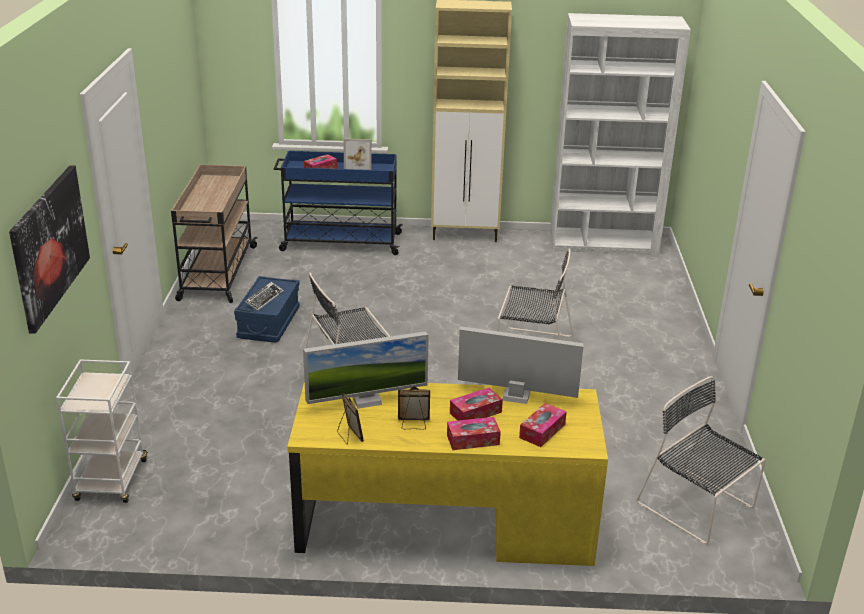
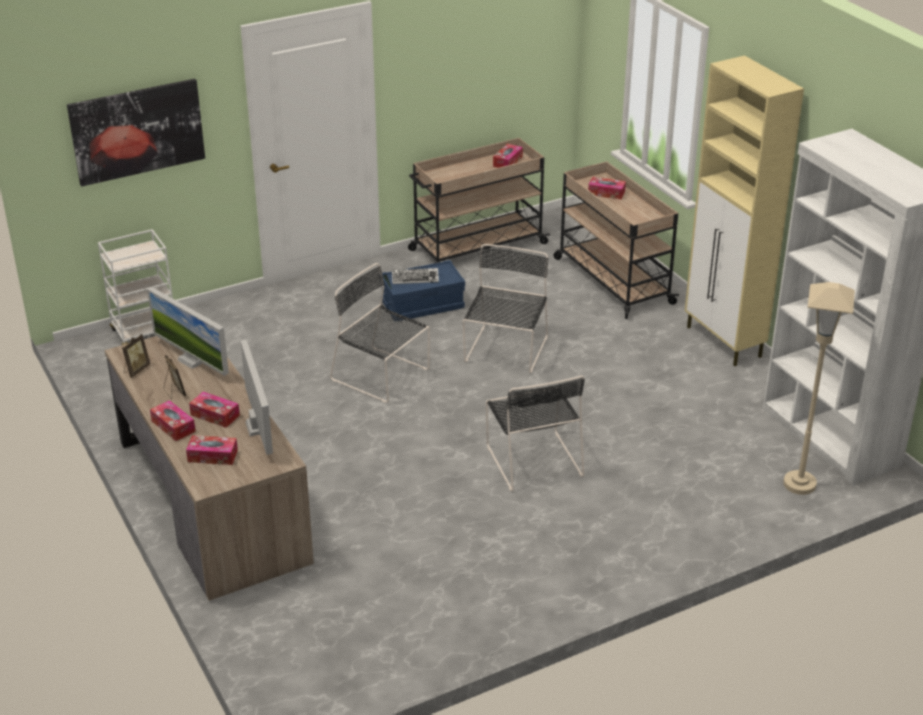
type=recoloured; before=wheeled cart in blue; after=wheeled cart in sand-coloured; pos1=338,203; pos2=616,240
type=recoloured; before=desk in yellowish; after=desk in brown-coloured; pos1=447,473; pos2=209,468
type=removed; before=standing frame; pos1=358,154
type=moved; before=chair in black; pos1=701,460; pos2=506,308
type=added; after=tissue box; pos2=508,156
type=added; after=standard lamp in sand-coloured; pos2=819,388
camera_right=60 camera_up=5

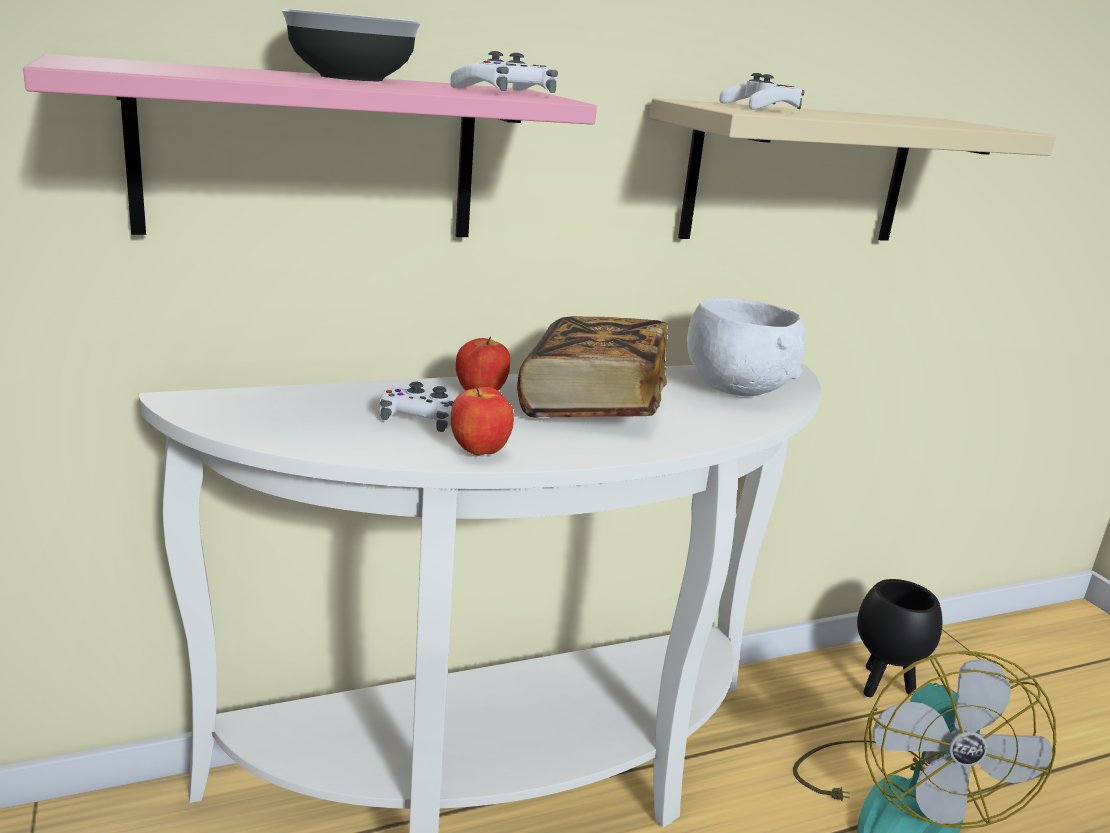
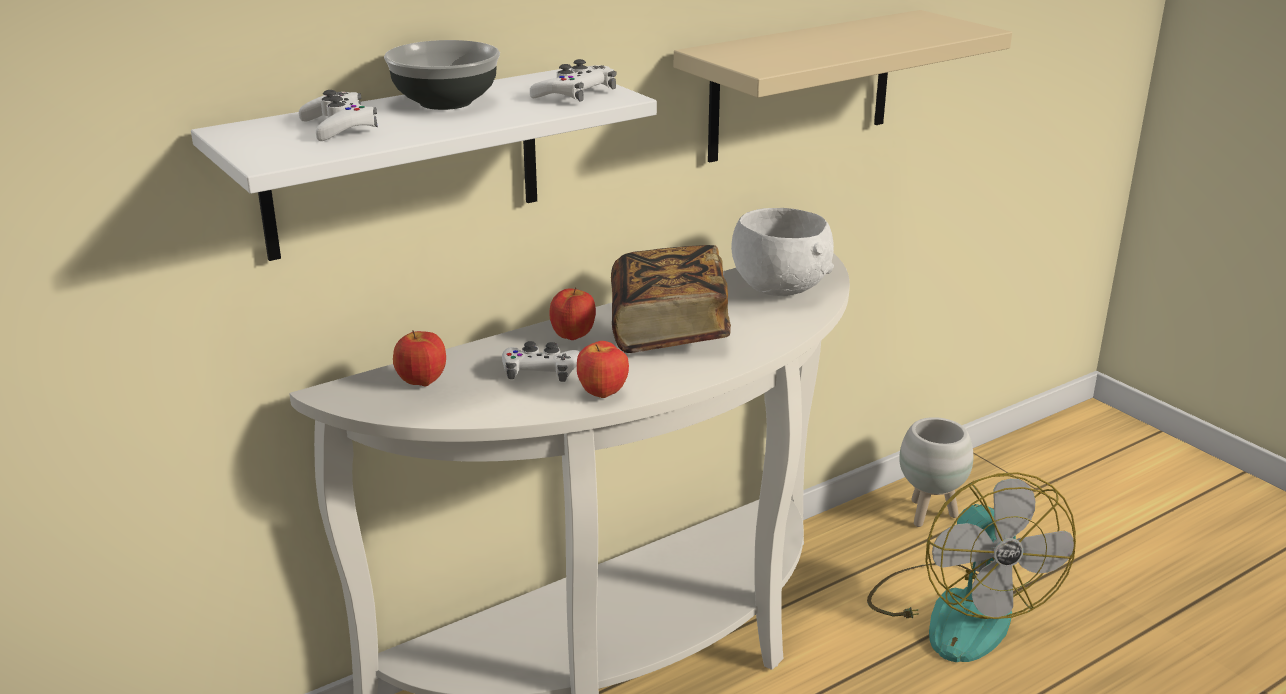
type=recoloured; before=wall shelf in pinkish; after=wall shelf in white; pos1=310,145; pos2=424,165
type=moved; before=game controller in white; pos1=761,91; pos2=338,115
type=recoloured; before=plant pot in black; after=plant pot in white; pos1=899,638; pos2=936,472
type=added; after=whole apple; pos2=419,358
camera_right=-10 camera_up=5

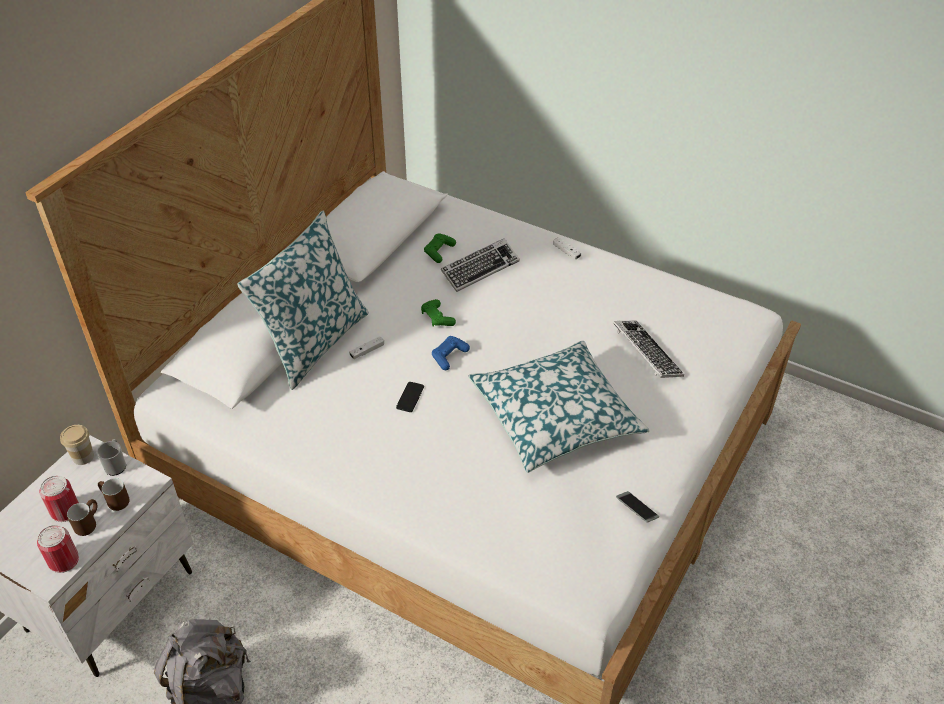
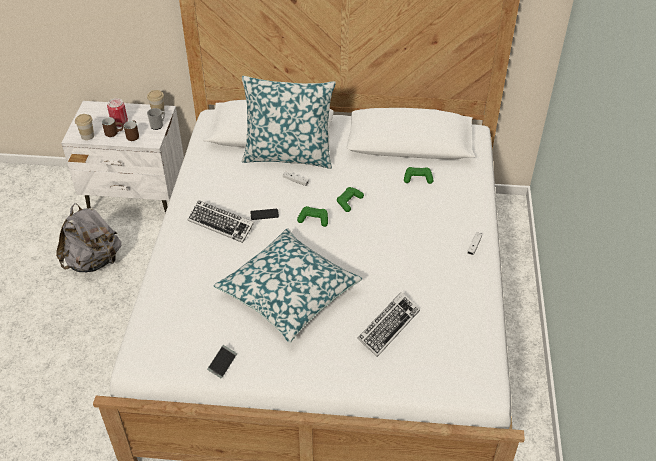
type=replaced; before=sealed can; after=small cup; pos1=58,549; pos2=84,127
type=recoloured; before=game controller in blue; after=game controller in greenish; pos1=451,353; pos2=312,216
type=moved; before=keyboard; pos1=480,265; pos2=220,221
camera_right=65 camera_up=0

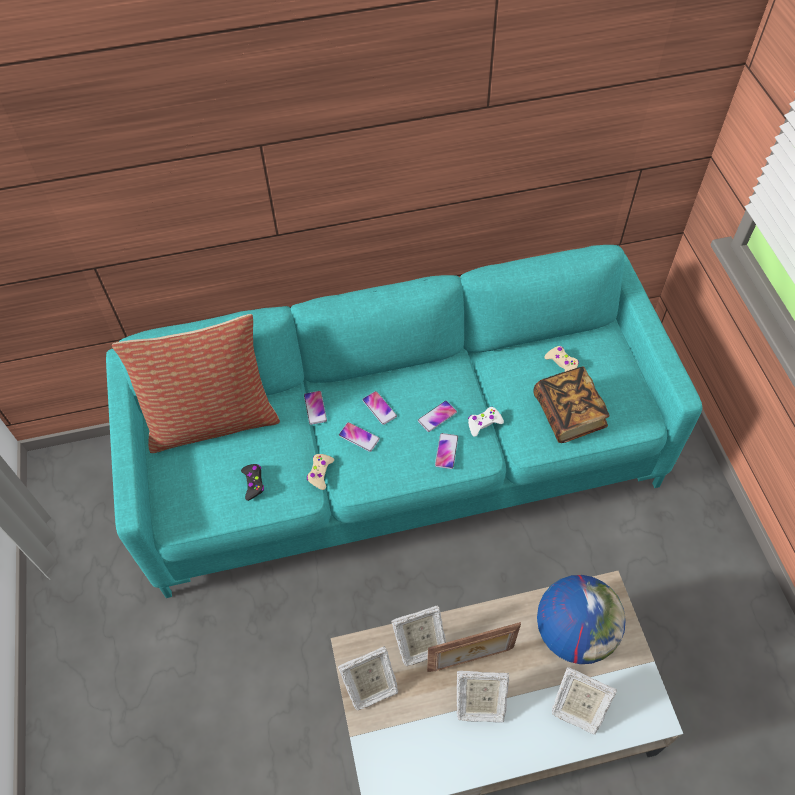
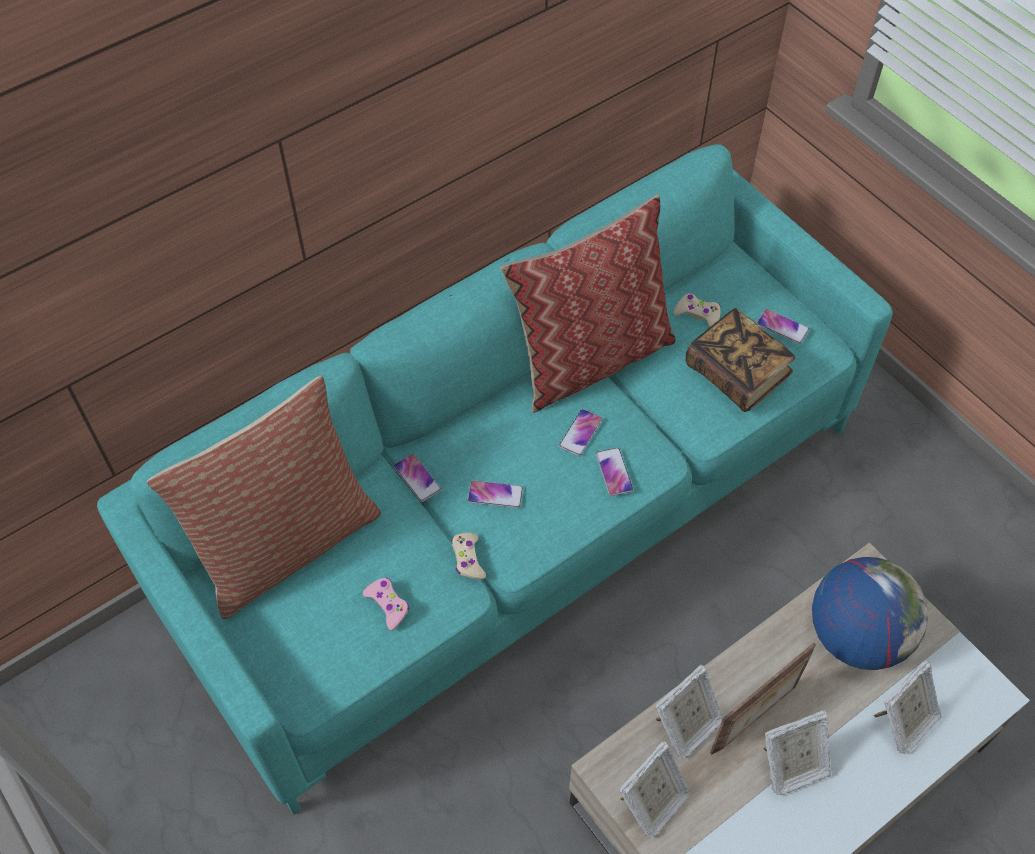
type=recoloured; before=game controller in black; after=game controller in pinkish; pos1=252,482; pos2=386,604
type=moved; before=handset; pos1=379,408; pos2=783,326
type=removed; before=game controller in white; pos1=486,422
type=turned; before=standing frame; pos1=584,701; pos2=907,707; turn=-45
type=added; after=cushion; pos2=588,303
camera_right=-25 camera_up=0

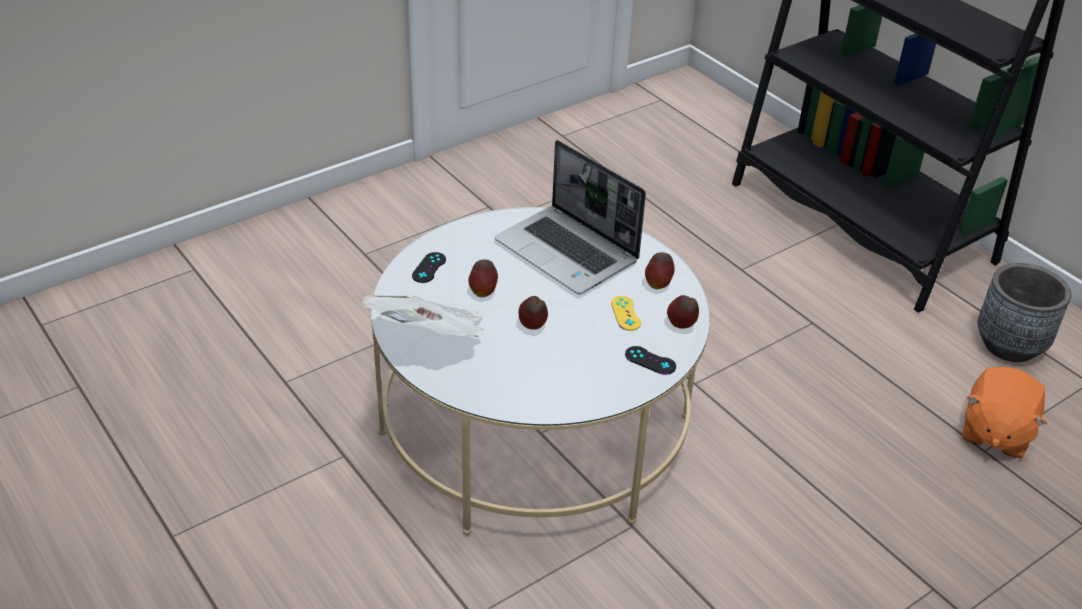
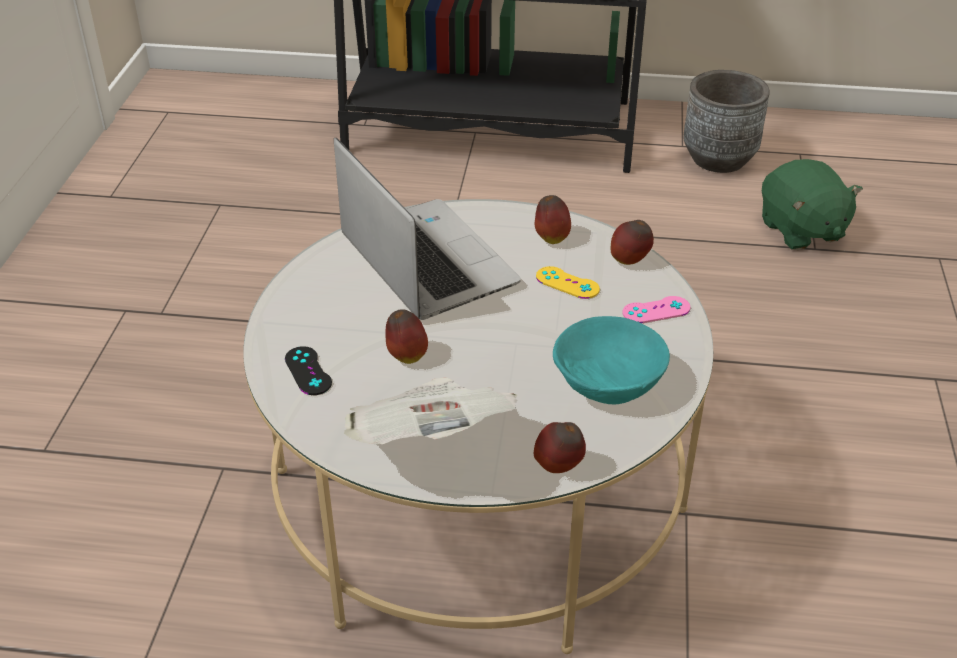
type=turned; before=notebook computer; pos1=570,217; pos2=427,229; turn=-120
type=moved; before=whole apple; pos1=533,313; pos2=560,447
type=recoloured; before=game controller in black; after=game controller in pinkish; pos1=650,360; pos2=656,309
type=recoloured; before=plush toy in orangey; after=plush toy in greenish; pos1=1004,412; pos2=812,204
type=added; after=bowl in turquoise-coloured; pos2=611,360
camera_right=-45 camera_up=0

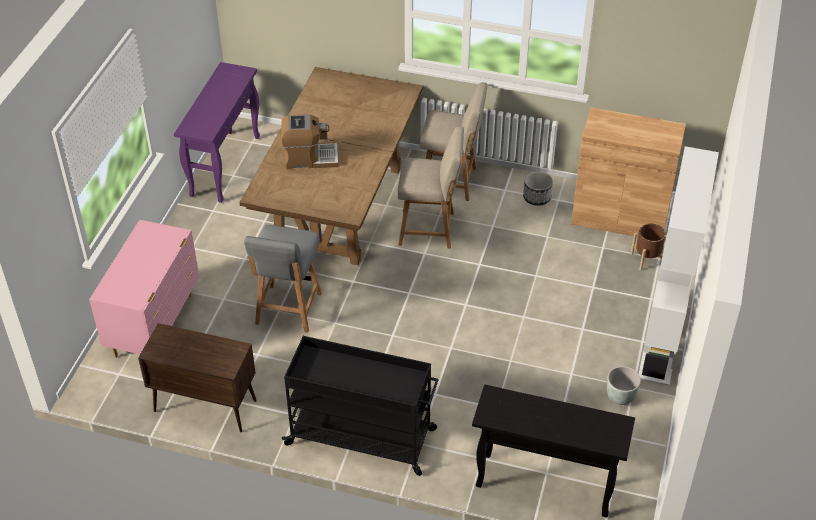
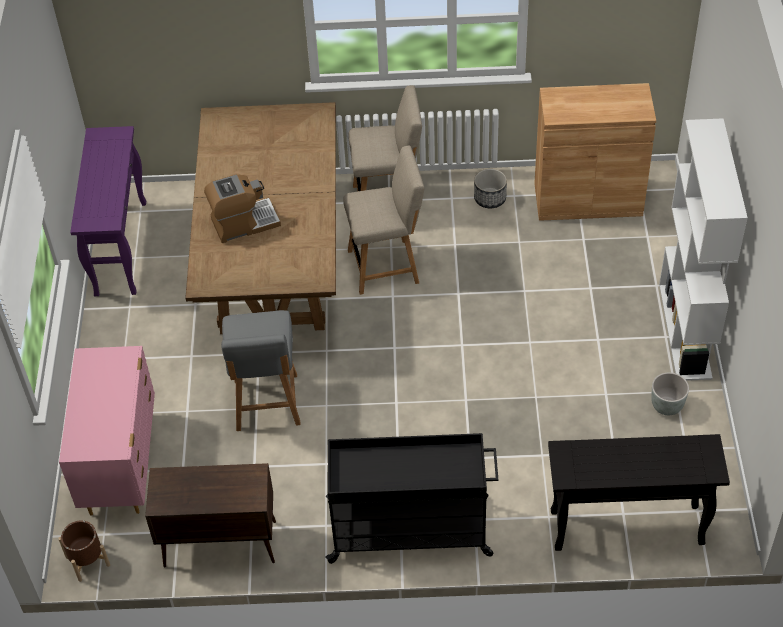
type=moved; before=plant pot in brown-coloured; pos1=648,247; pos2=84,551
camera_right=-15 camera_up=5

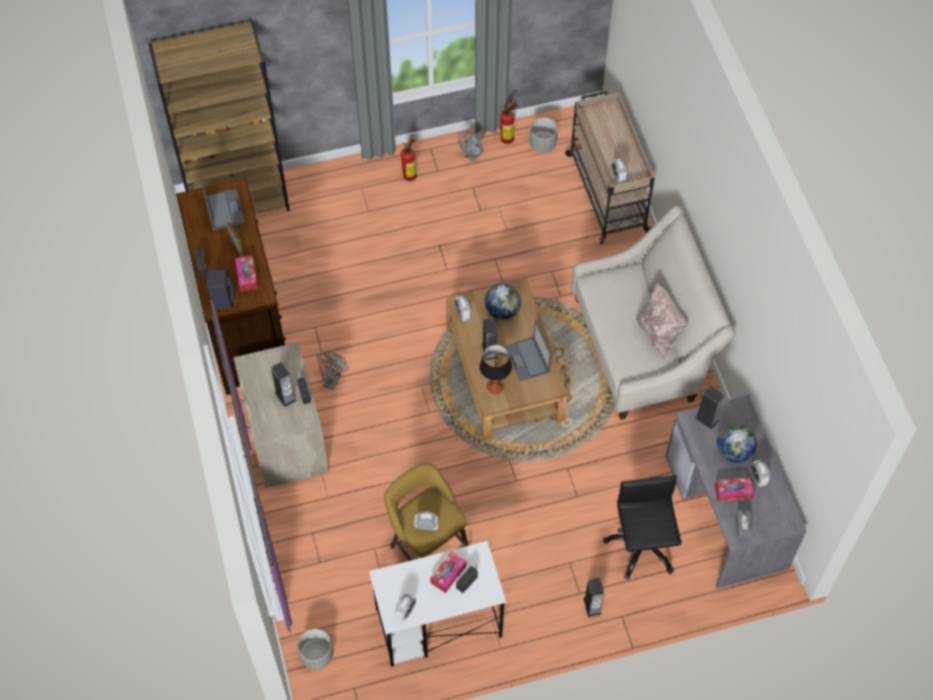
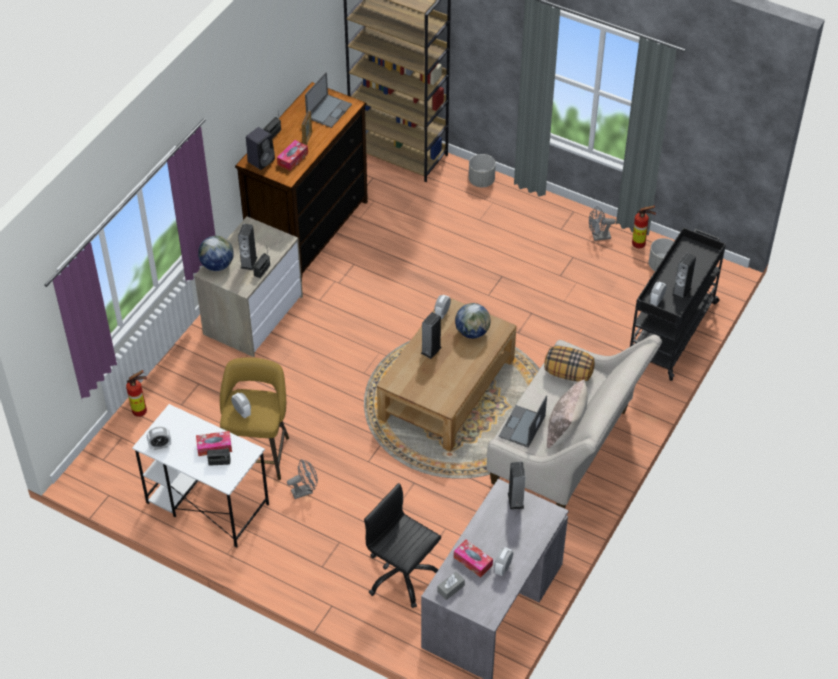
type=moved; before=plant pot in greyish; pos1=315,649; pos2=482,170
type=moved; before=cooling fan in greyish; pos1=334,371; pos2=302,479
type=moved; before=fire-fighting cylinder; pos1=409,158; pos2=136,393
type=removed; before=tabletop lamp; pos1=496,369
type=moved; before=notebook computer; pos1=528,350; pos2=522,421
type=recoloured; before=wheeled cart in sand-coloured; after=wheeled cart in black; pos1=610,167; pos2=678,304
type=moved; before=loudspeaker; pos1=593,597; pos2=684,276
type=turned; before=computer chair in black; pos1=642,527; pos2=402,545; turn=-90
type=moved; before=globe; pos1=737,443; pos2=216,253
type=added; after=cushion; pos2=569,364
camera_right=45 camera_up=-10

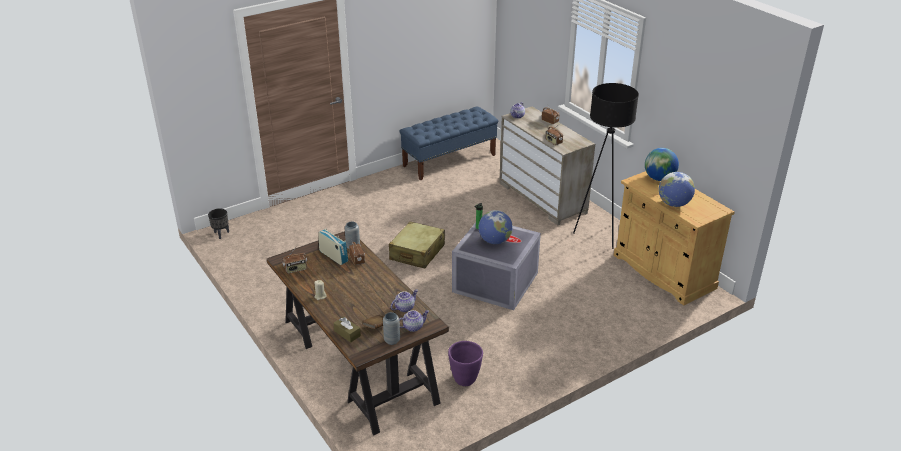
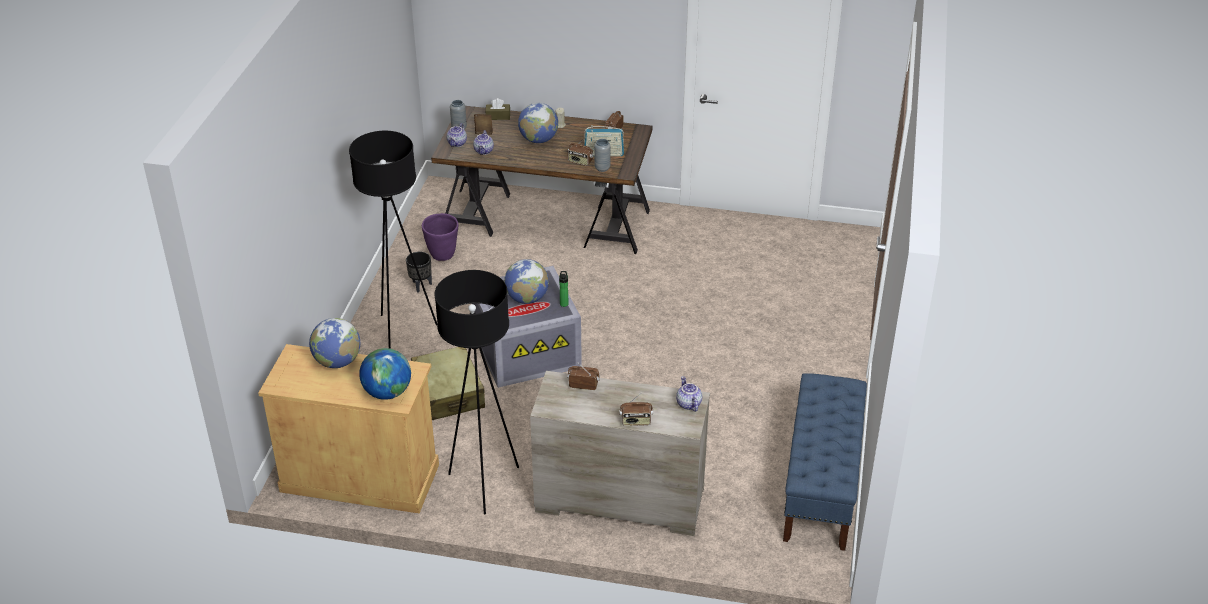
type=moved; before=plant pot in black; pos1=218,223; pos2=419,272
type=moved; before=suitcase in sand-coloured; pos1=417,244; pos2=448,383
type=added; after=standard lamp in black; pos2=393,240
type=added; after=globe; pos2=538,123
camera_right=135 camera_up=5

